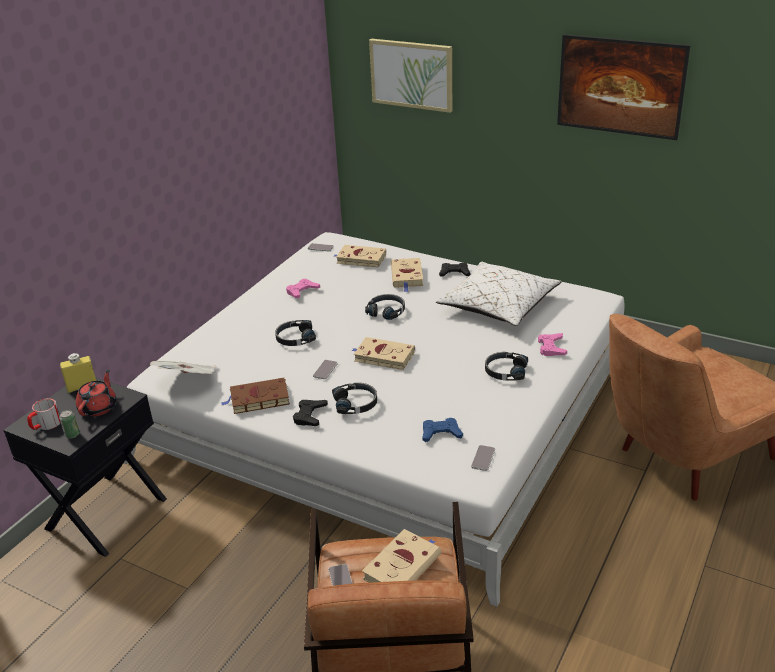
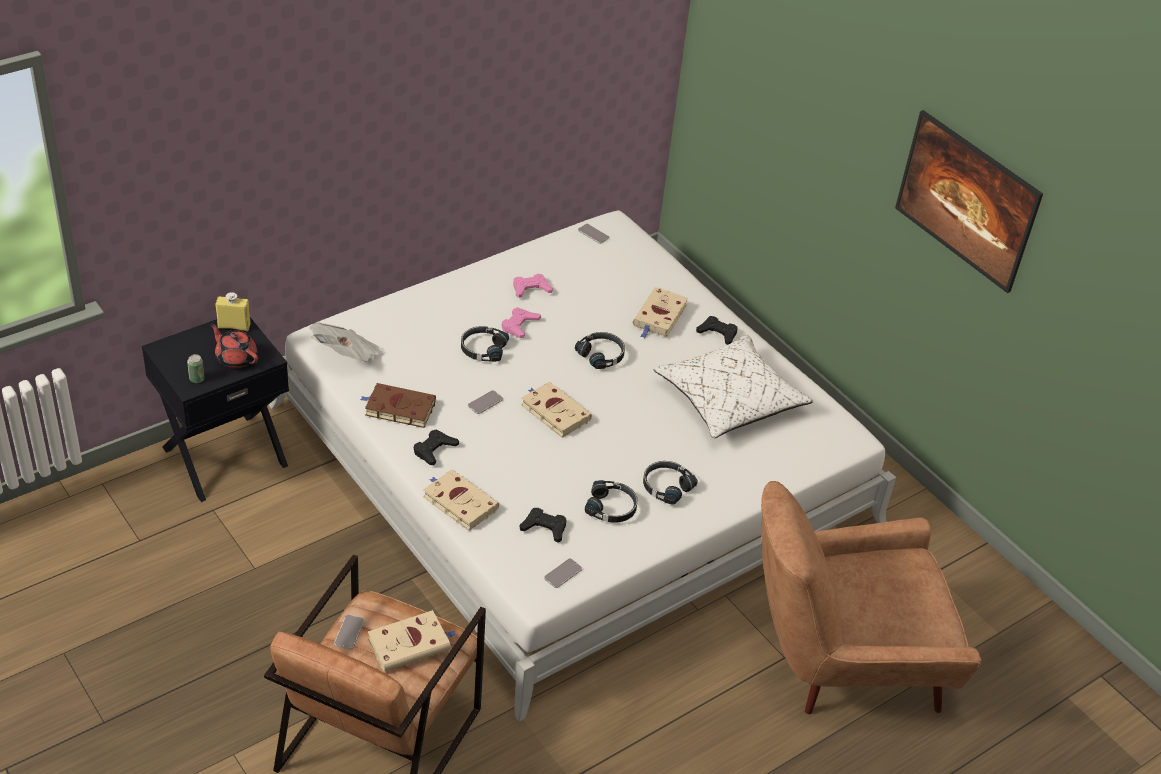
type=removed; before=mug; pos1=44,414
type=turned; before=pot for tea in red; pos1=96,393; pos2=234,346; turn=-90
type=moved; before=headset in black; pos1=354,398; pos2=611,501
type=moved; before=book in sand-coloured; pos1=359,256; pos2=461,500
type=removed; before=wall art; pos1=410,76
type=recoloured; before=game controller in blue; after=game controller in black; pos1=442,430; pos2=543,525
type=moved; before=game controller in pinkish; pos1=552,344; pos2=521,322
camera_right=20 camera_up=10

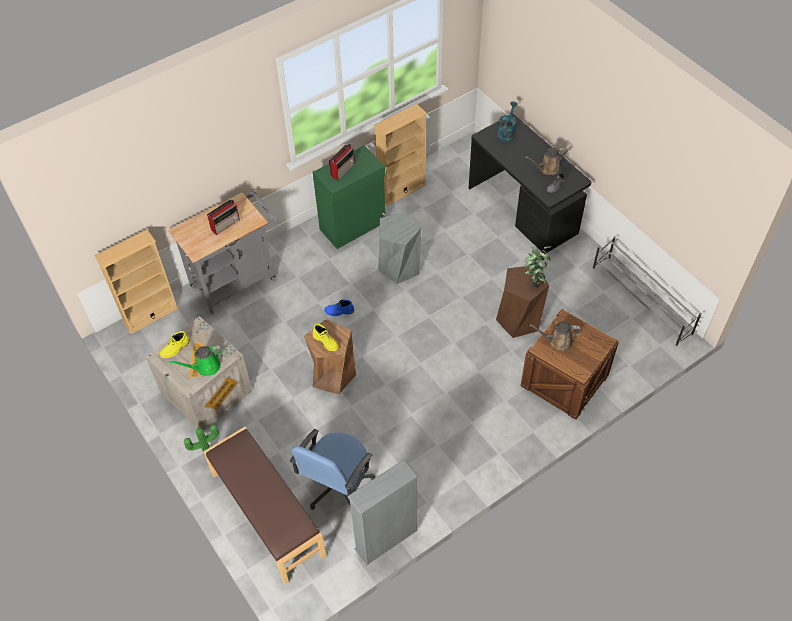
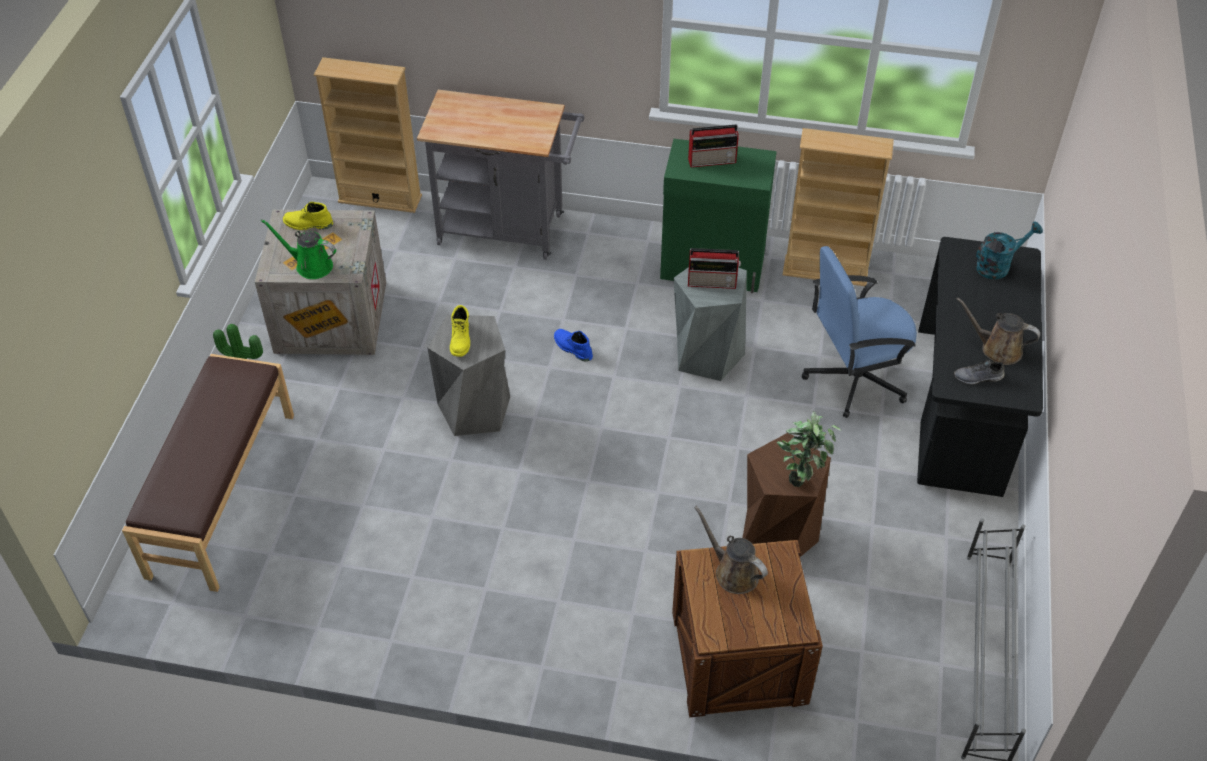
type=moved; before=radio set; pos1=223,217; pos2=714,268
type=moved; before=computer chair in blue; pos1=332,469; pos2=859,332
type=recoloured; before=sitting stool in brown-coloured; after=sitting stool in greyish; pos1=330,357; pos2=468,375
type=removed; before=shelving unit in greyish; pos1=382,512
camera_right=45 camera_up=-5

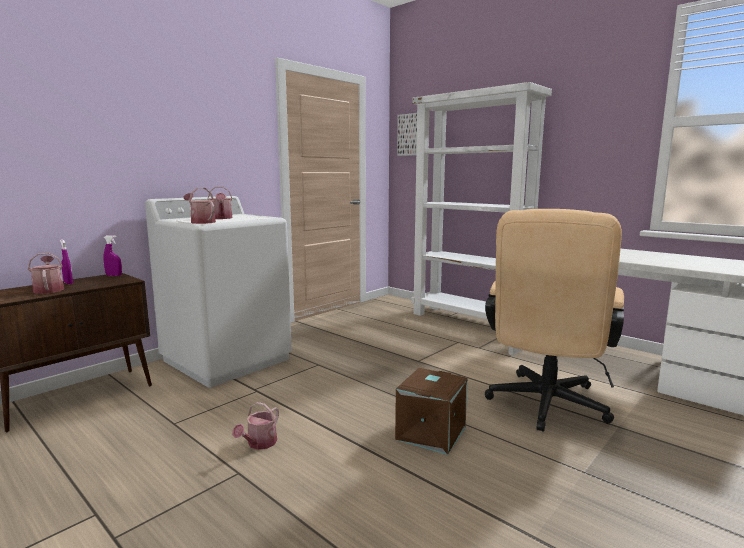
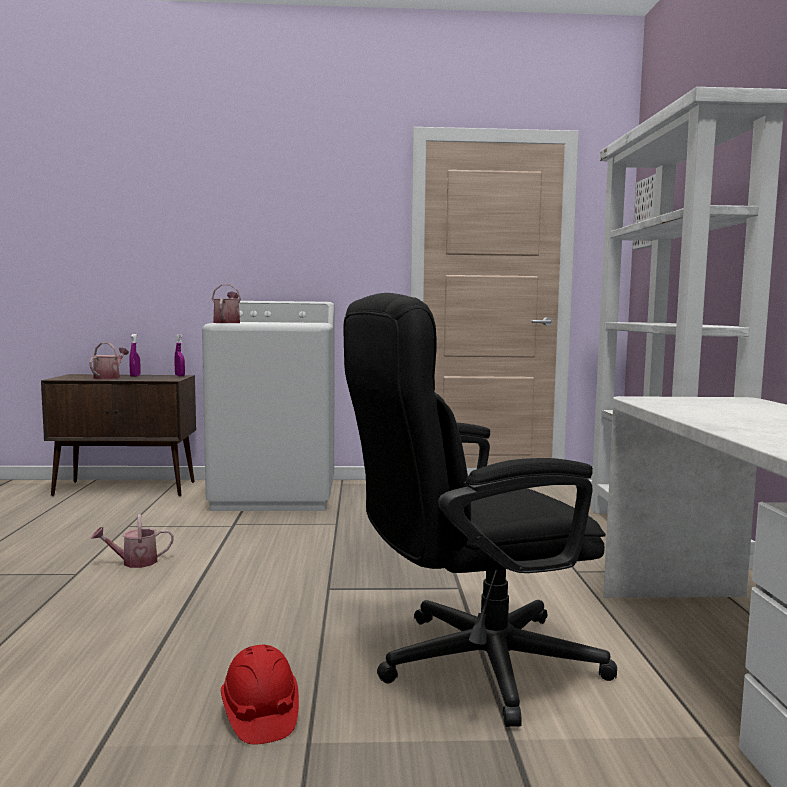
type=removed; before=watering pot; pos1=220,202
type=removed; before=storage bin in brown-coloured; pos1=431,411
type=recoloured; before=computer chair in sand-coloured; after=computer chair in black; pos1=554,320; pos2=480,510
type=added; after=hard hat in red; pos2=260,694
camera_right=45 camera_up=-5

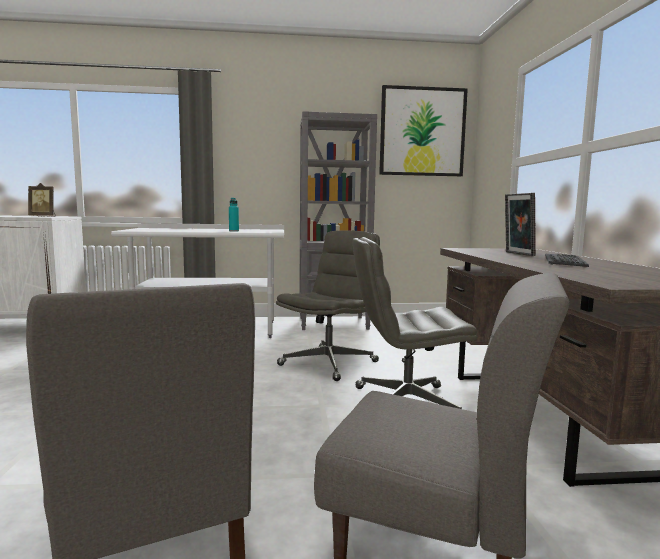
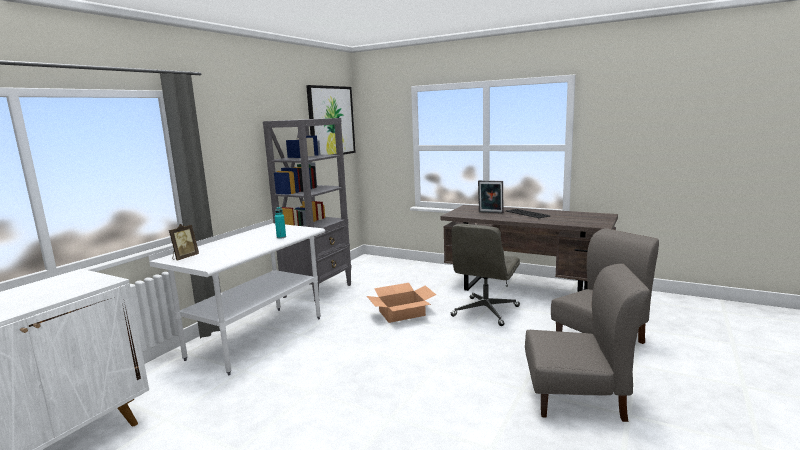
type=moved; before=standing frame; pos1=42,200; pos2=184,242
type=replaced; before=computer chair in greyish; after=cardboard box; pos1=328,305; pos2=401,303
camera_right=-55 camera_up=5

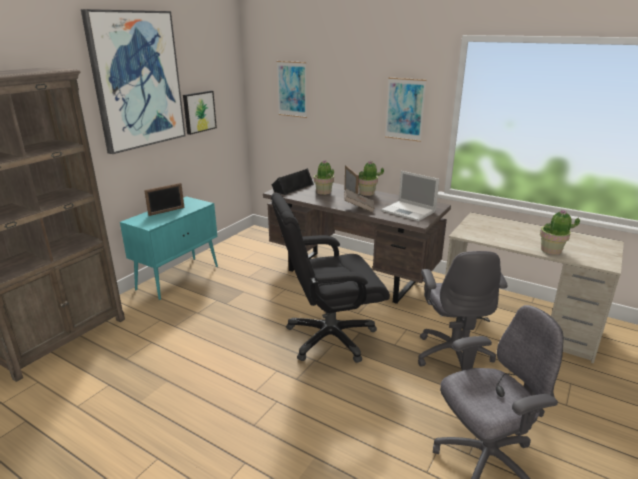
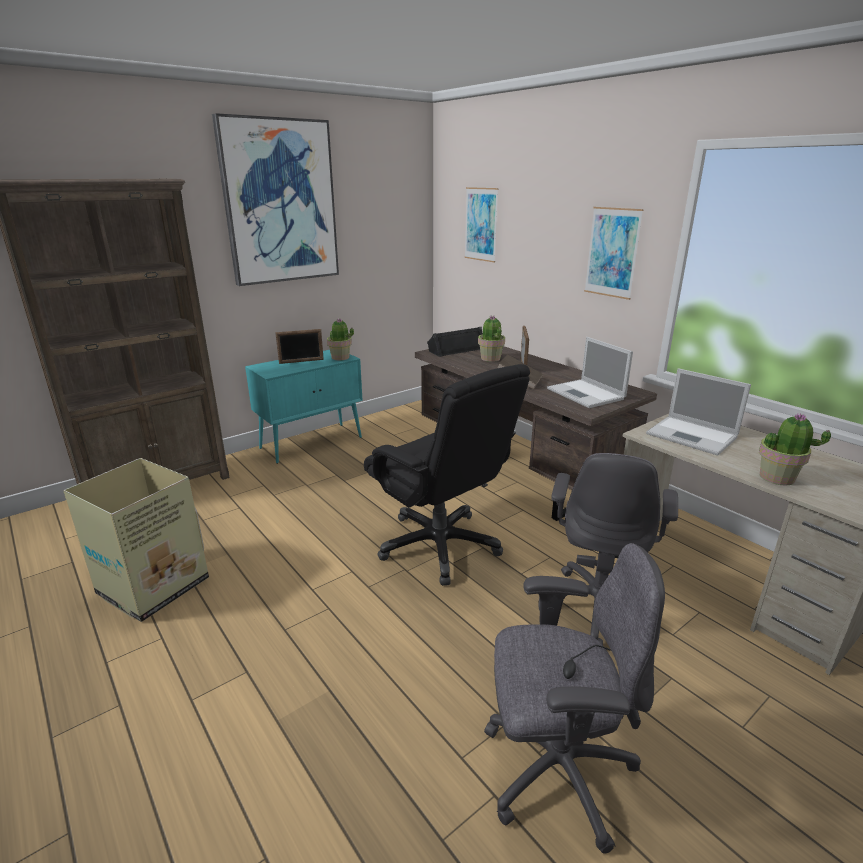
type=removed; before=wall art; pos1=200,113
type=turned; before=computer chair in black; pos1=330,278; pos2=447,475; turn=-135
type=moved; before=potted plant; pos1=371,178; pos2=340,339
type=added; after=cardboard box; pos2=136,540
type=added; after=notebook computer; pos2=698,412
camera_right=20 camera_up=0

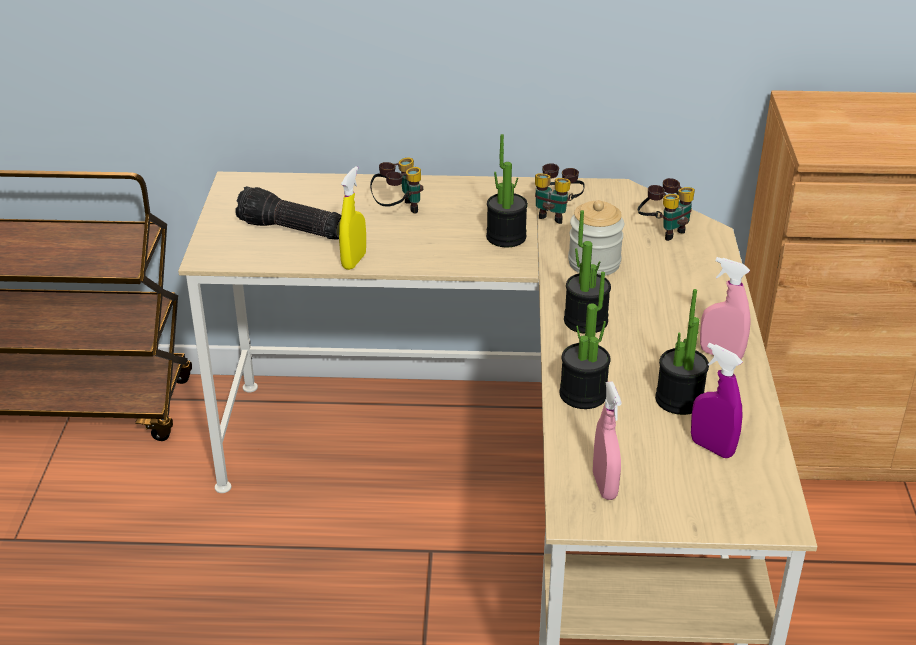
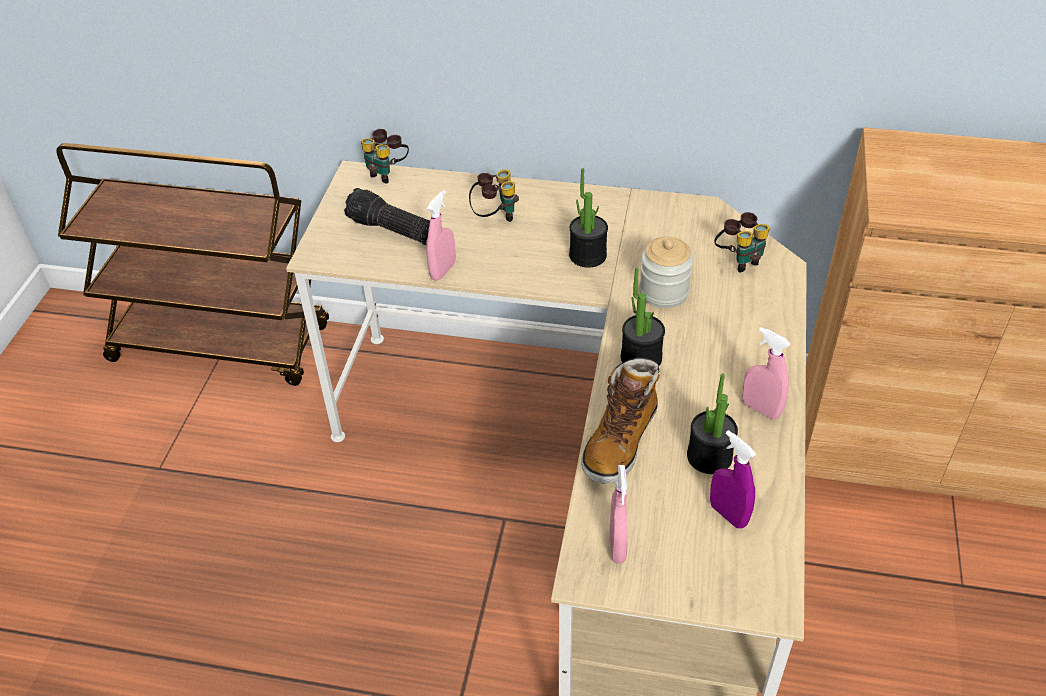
type=recoloured; before=spray bottle in yellowish; after=spray bottle in pinkish; pos1=352,218; pos2=441,235
type=moved; before=binoculars; pos1=560,193; pos2=385,156
type=replaced; before=potted plant; after=boot; pos1=585,340; pos2=620,420
camera_right=10 camera_up=10

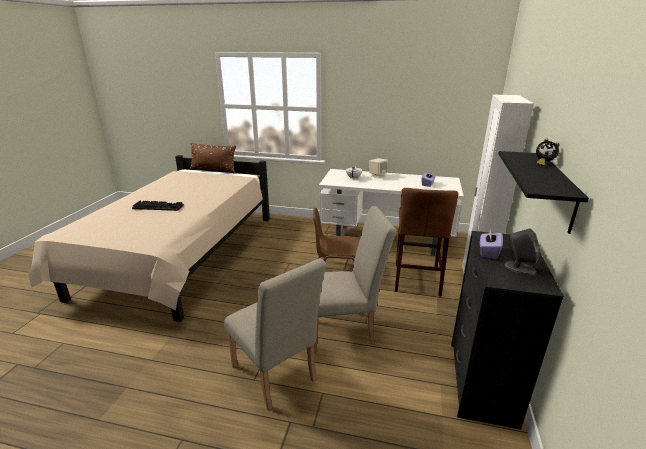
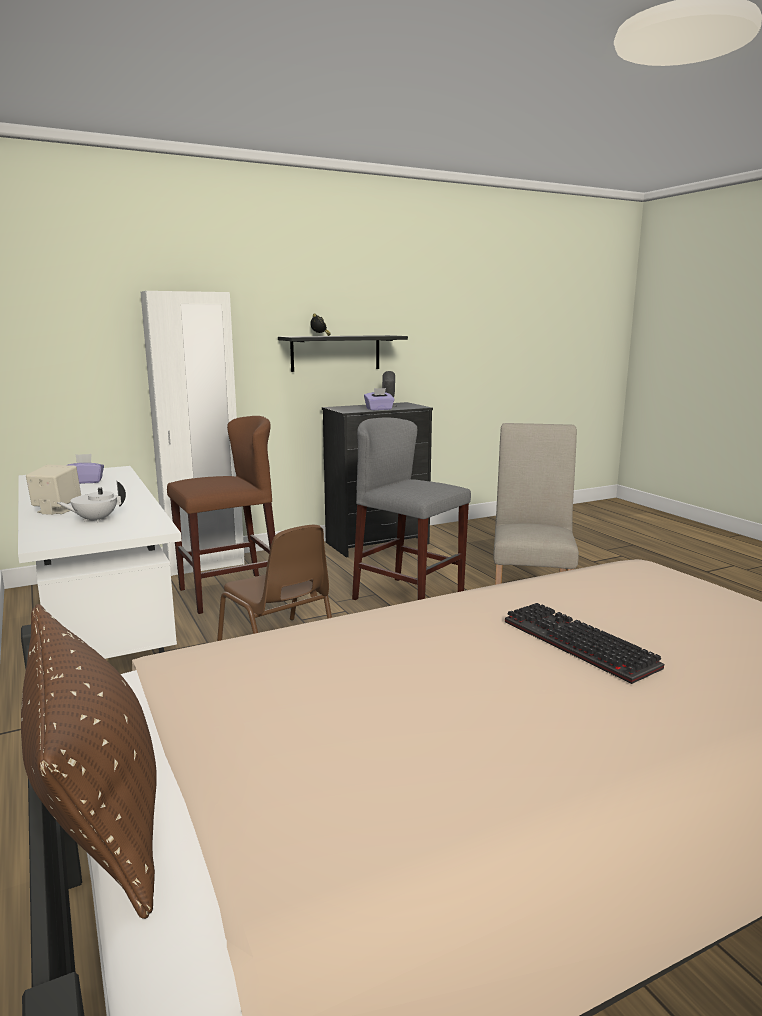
type=replaced; before=chair in sand-coloured; after=sitting stool in greyish; pos1=355,279; pos2=411,508
camera_right=-130 camera_up=-10

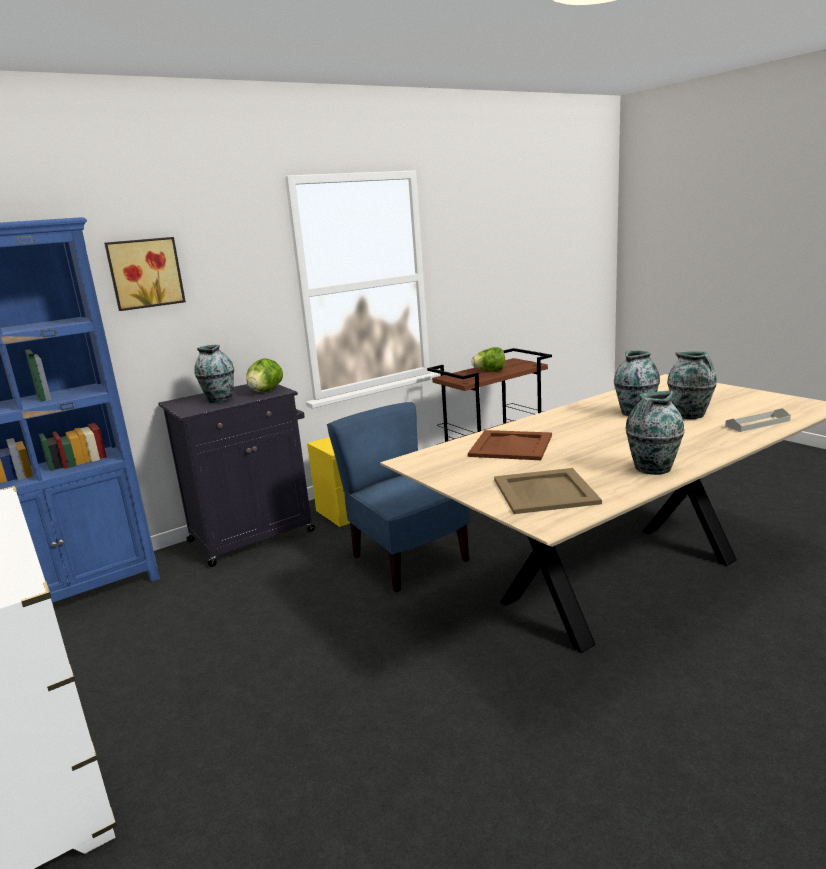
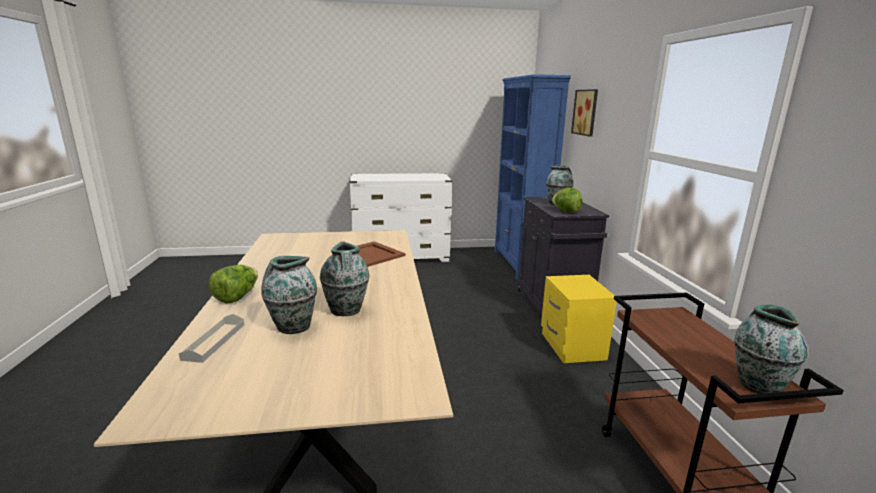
type=removed; before=chair in blue; pos1=398,497
type=moved; before=lettuce head; pos1=488,359; pos2=233,284
type=removed; before=tray in sand-coloured; pos1=548,491
type=moved; before=vase; pos1=655,433; pos2=771,349
camera_right=115 camera_up=0

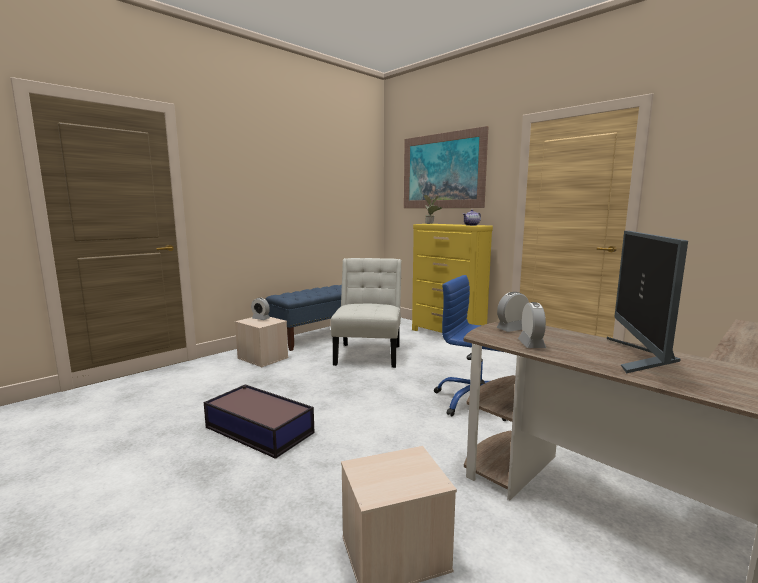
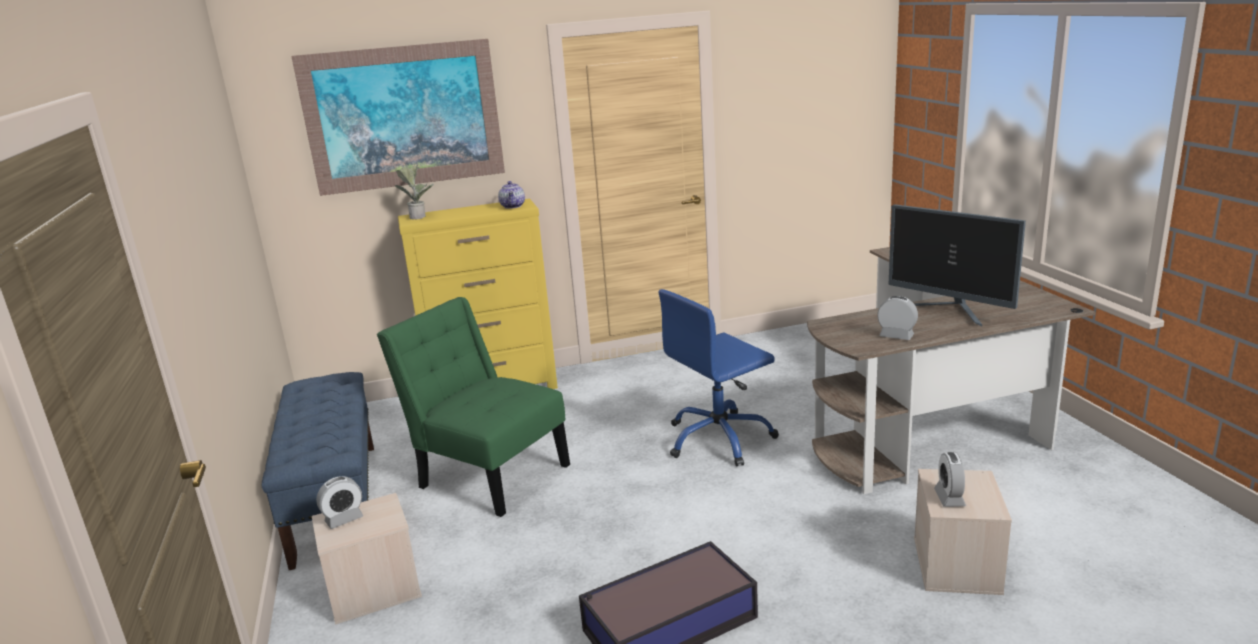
type=recoloured; before=chair in white; after=chair in greenish; pos1=366,313; pos2=473,407
type=moved; before=table clock; pos1=513,312; pos2=950,479
camera_right=-60 camera_up=10

